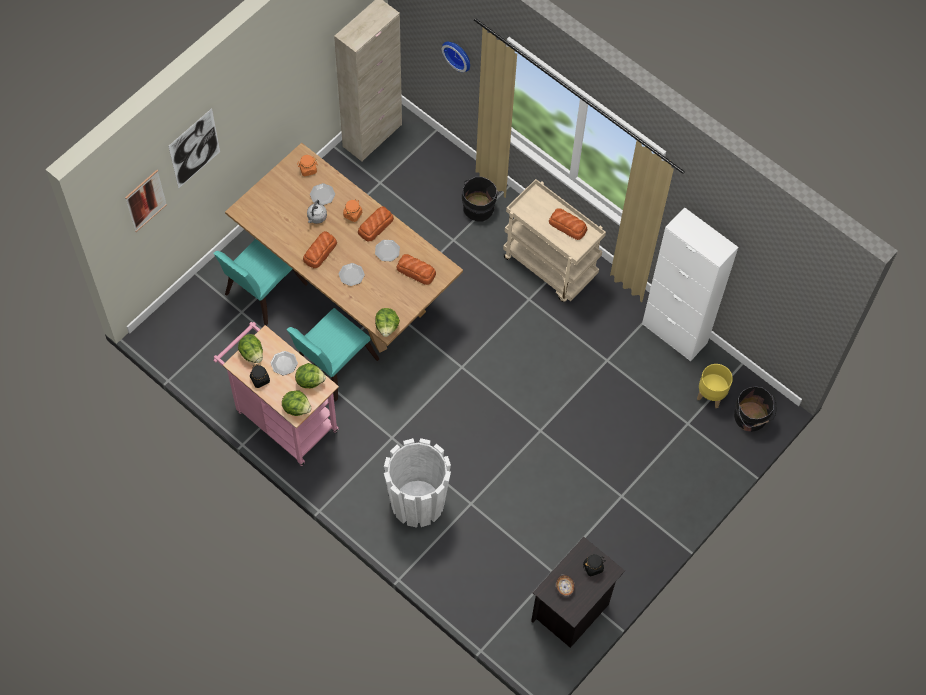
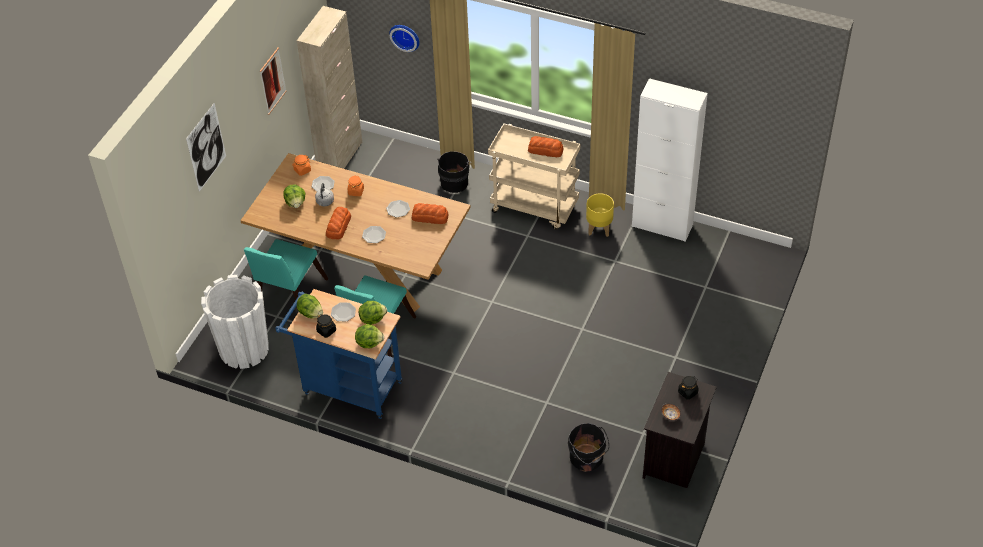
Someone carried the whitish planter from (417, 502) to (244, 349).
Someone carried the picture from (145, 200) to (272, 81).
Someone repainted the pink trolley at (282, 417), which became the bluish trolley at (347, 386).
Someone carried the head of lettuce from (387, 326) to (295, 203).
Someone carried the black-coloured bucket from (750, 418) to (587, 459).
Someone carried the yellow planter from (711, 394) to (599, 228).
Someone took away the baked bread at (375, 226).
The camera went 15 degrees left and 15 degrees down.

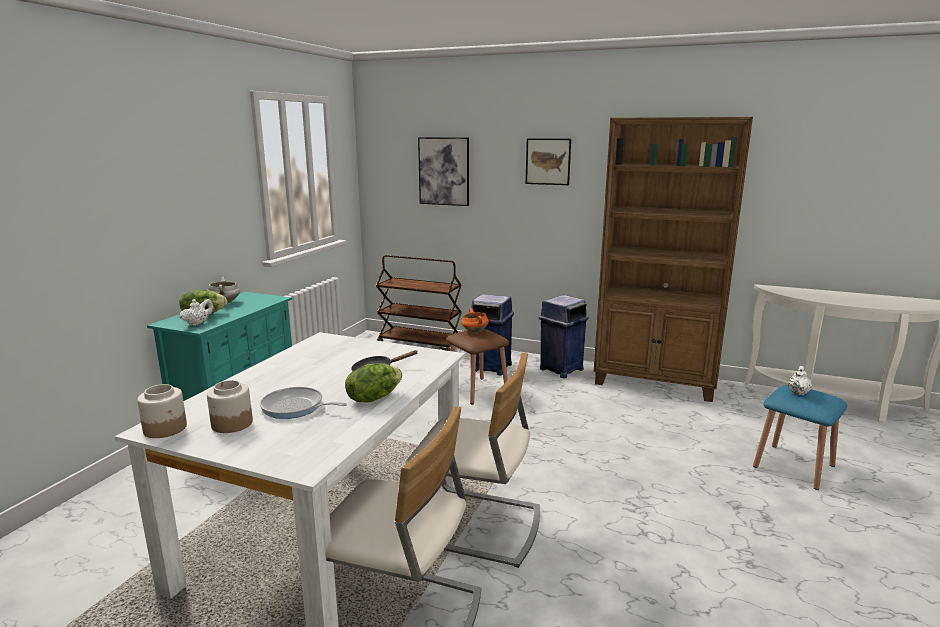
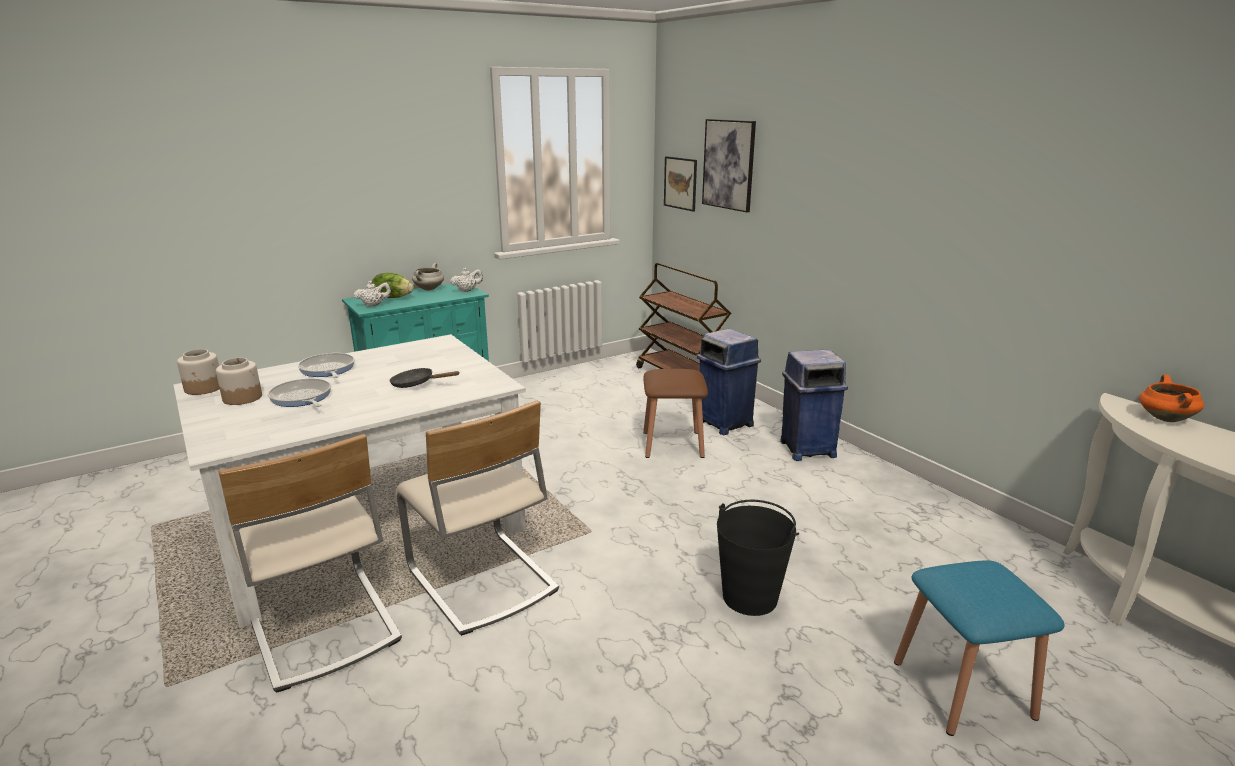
Someone put down the skillet at (327, 370).
Someone carried the whitish tea pot from (798, 392) to (467, 291).
Someone carried the picture from (548, 161) to (680, 183).
Someone put down the black-coloured bucket at (750, 597).
Someone carried the orange saucepot from (474, 331) to (1164, 418).
Someone took away the head of lettuce at (373, 398).
Someone took away the brown-coloured bookcase at (655, 383).
The camera went 35 degrees right and 5 degrees up.

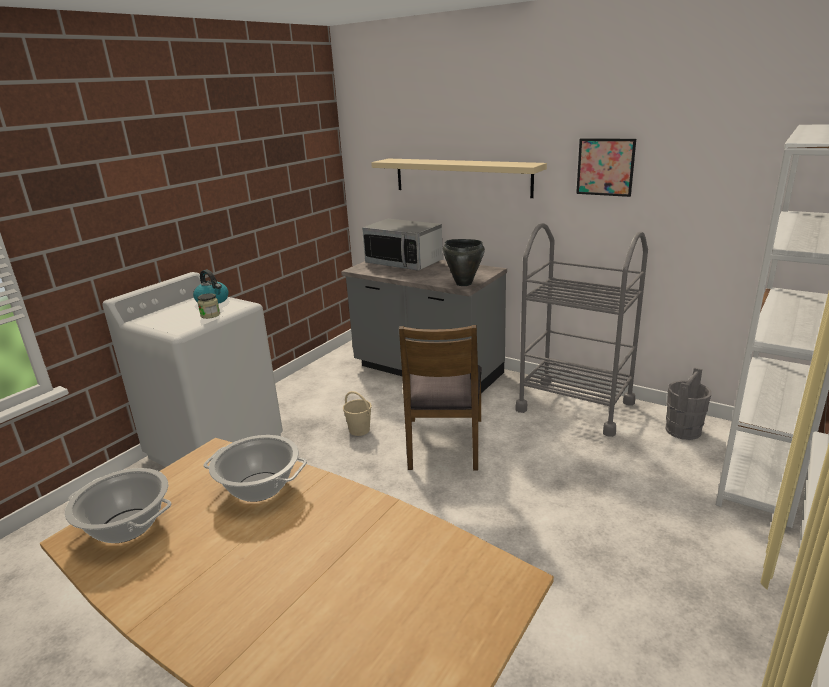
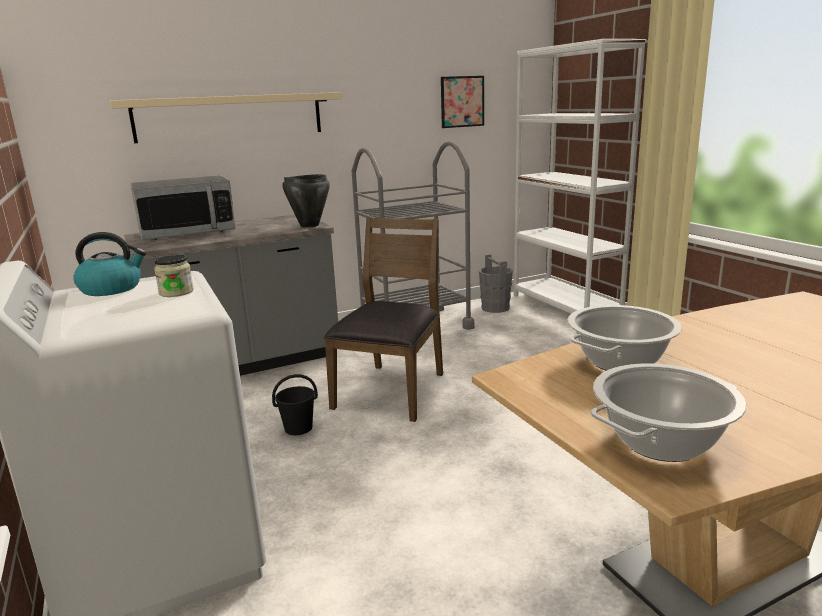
Someone repainted the beige bucket at (359, 430), which became the black-coloured bucket at (299, 428).
Someone rotated the brown-coloured plain chair at (444, 443) by 105 degrees counterclockwise.
Someone carried the picture from (605, 167) to (462, 101).
The camera went 60 degrees left and 5 degrees down.

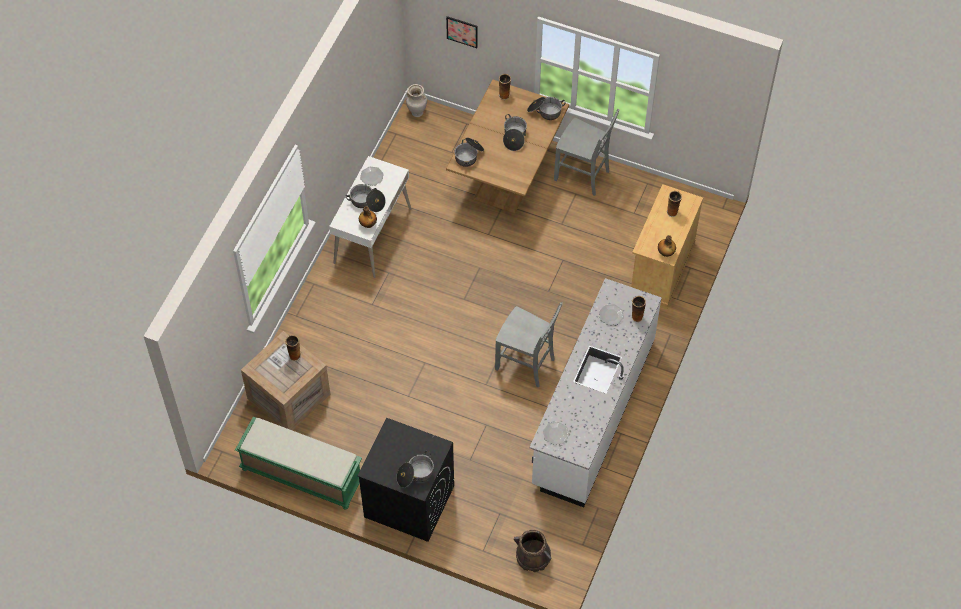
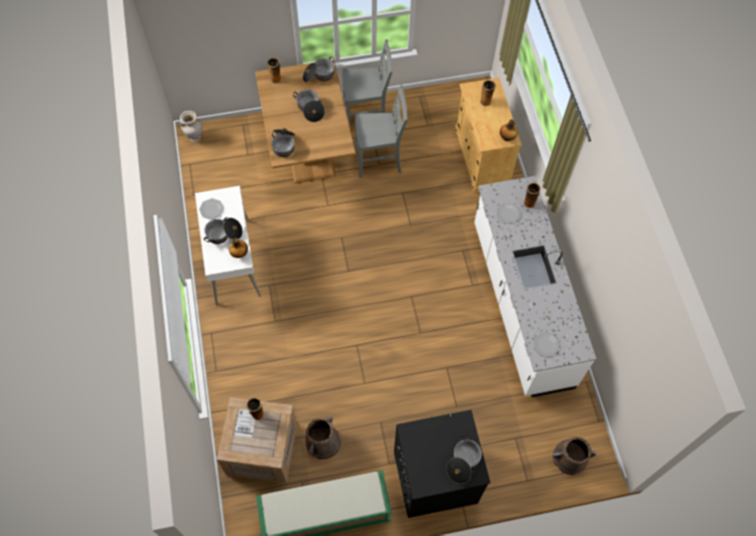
Someone put down the brown-coloured bucket at (323, 442).
Someone carried the gray plain chair from (526, 364) to (379, 161).
Someone took away the picture at (462, 31).
The camera went 35 degrees left and 5 degrees up.

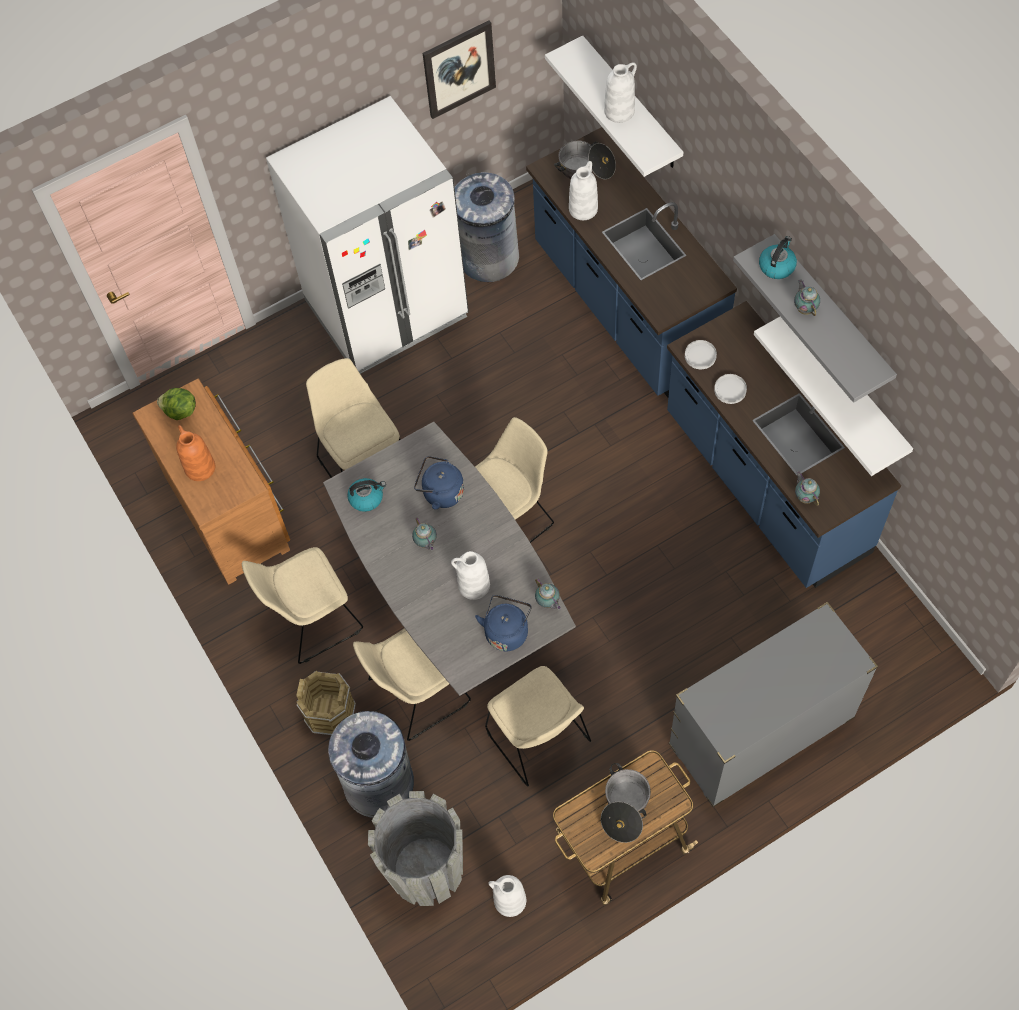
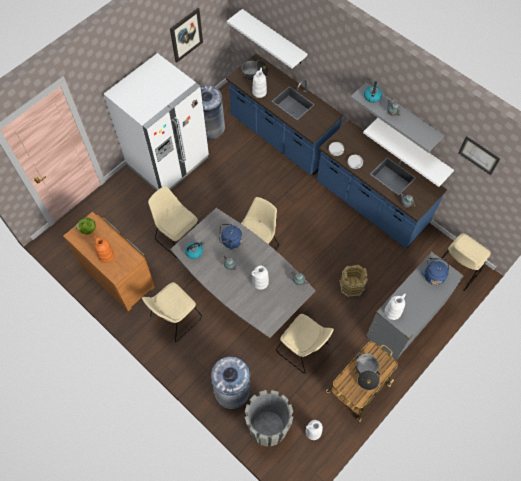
Someone carried the brown-coloured bucket from (330, 712) to (351, 285).
Someone carried the whitish decorative vase from (619, 111) to (392, 311).
Someone carried the bluish water kettle from (507, 631) to (433, 275).
Someone carried the beige plain chair from (416, 693) to (457, 269).
Someone put up the picture at (479, 155).
The camera went 20 degrees left and 0 degrees up.

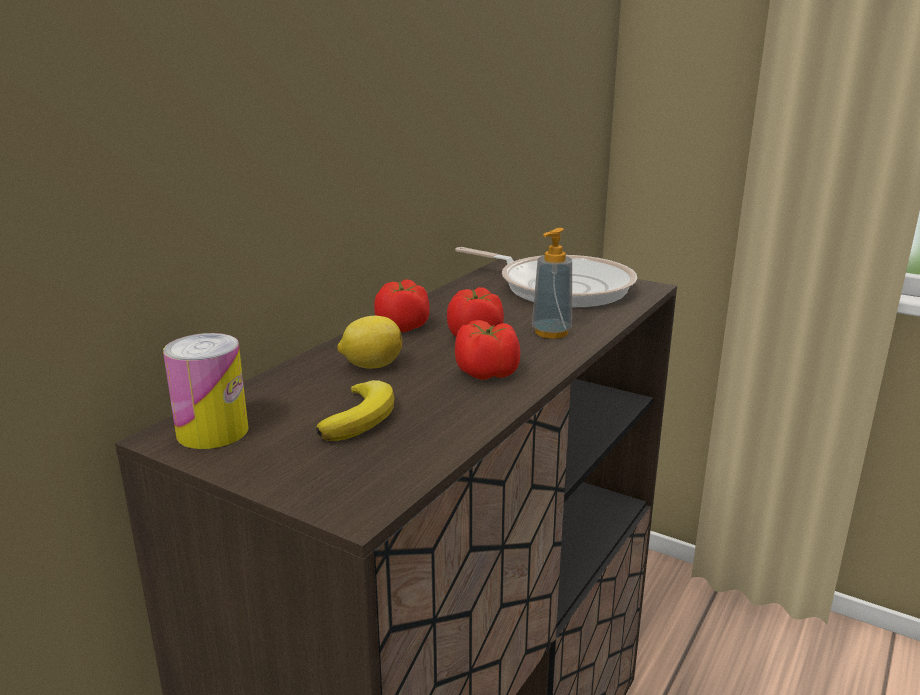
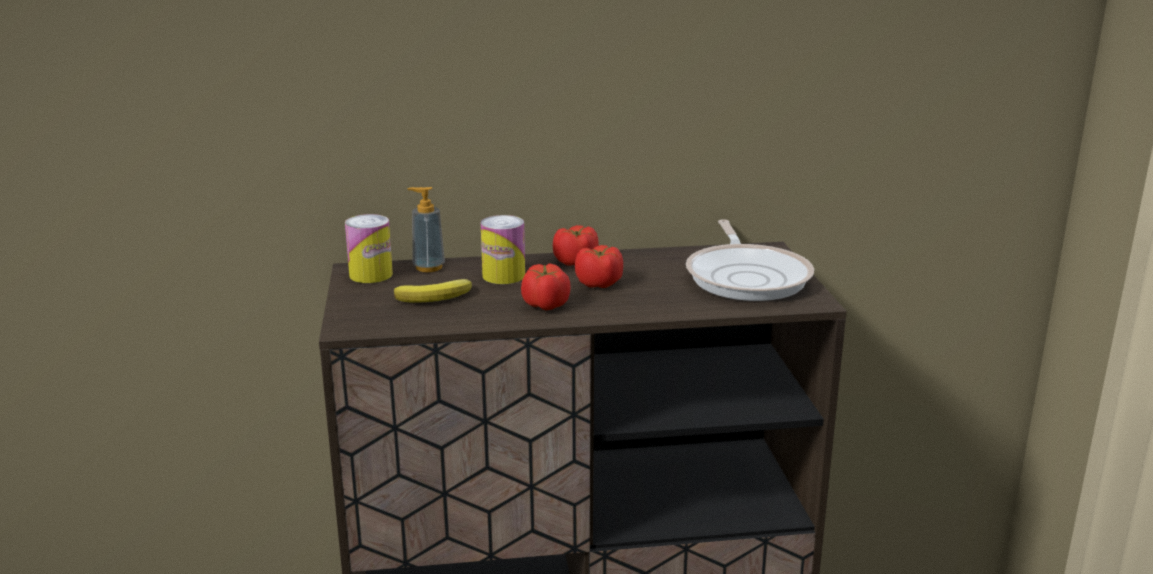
Someone carried the liquid soap bottle from (551, 332) to (428, 267).
Someone swapped the lemon at (371, 366) for the sealed can at (503, 276).
The camera went 50 degrees right and 0 degrees up.

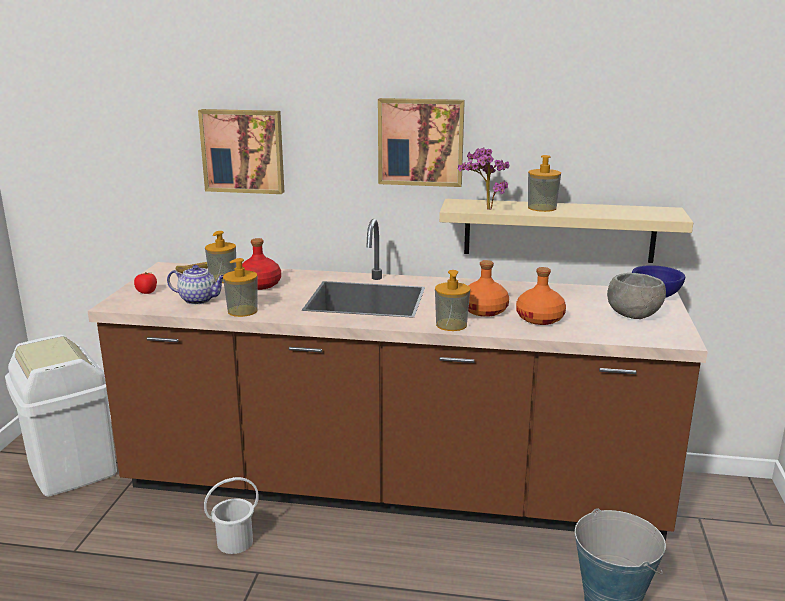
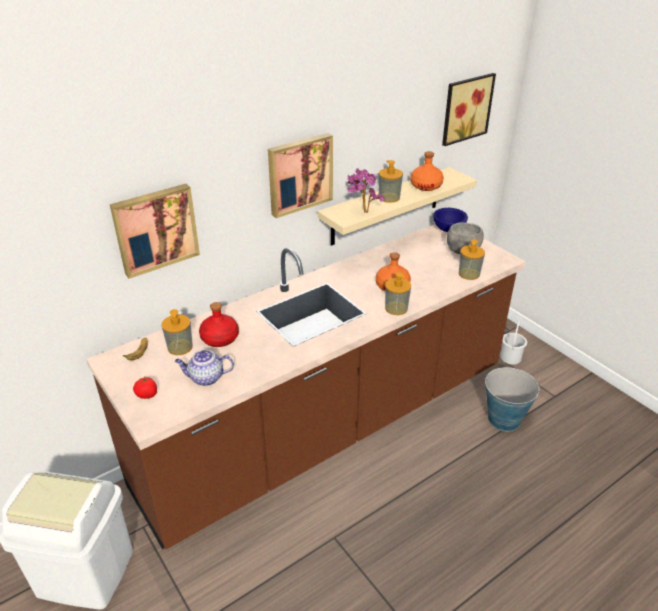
Someone rotated the tea pot at (199, 300) by 150 degrees counterclockwise.
Someone carried the orange beverage bottle from (540, 318) to (426, 186).
Someone put up the picture at (465, 108).
Someone carried the liquid soap bottle from (242, 311) to (469, 274).
Someone carried the whitish bucket from (234, 542) to (510, 357).
The camera went 45 degrees left and 15 degrees up.

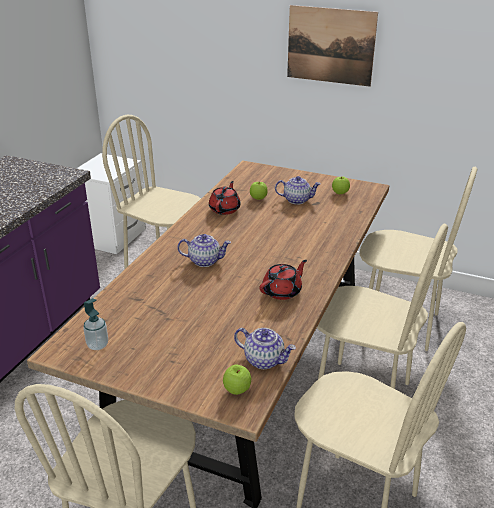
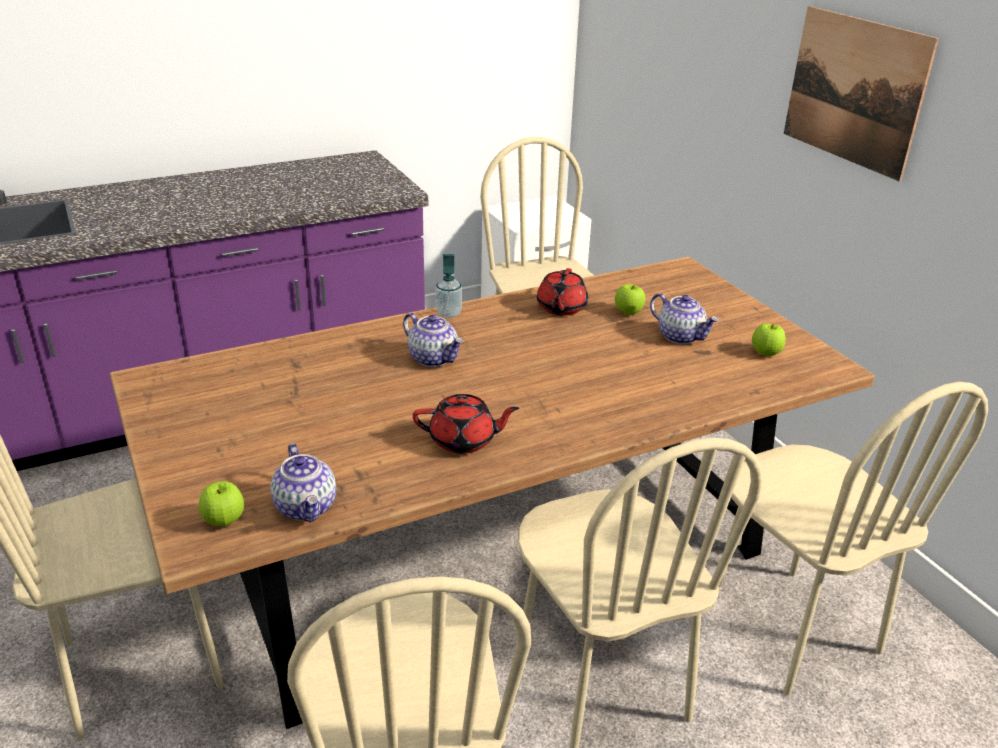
Someone carried the liquid soap bottle from (97, 345) to (448, 313).
Someone rotated the reddish tea pot at (225, 209) by 135 degrees clockwise.
The camera went 40 degrees right and 0 degrees up.

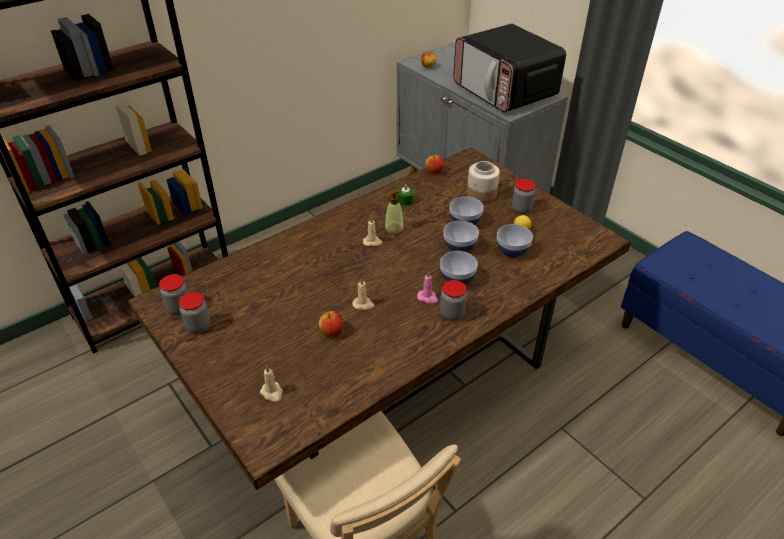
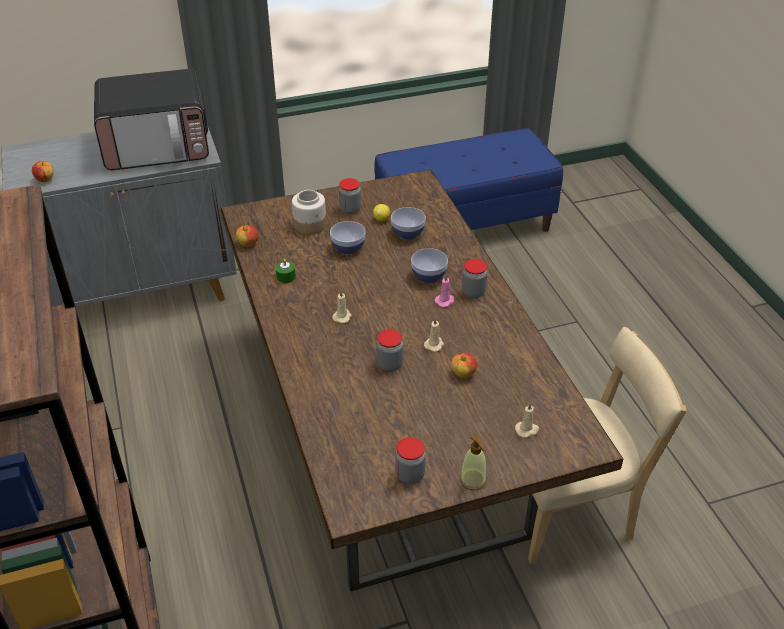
Someone carried the jar from (179, 308) to (389, 365).
Someone carried the liquid soap bottle from (394, 229) to (473, 480).
Someone took away the serving bowl at (459, 247).
The camera went 70 degrees left and 0 degrees up.

